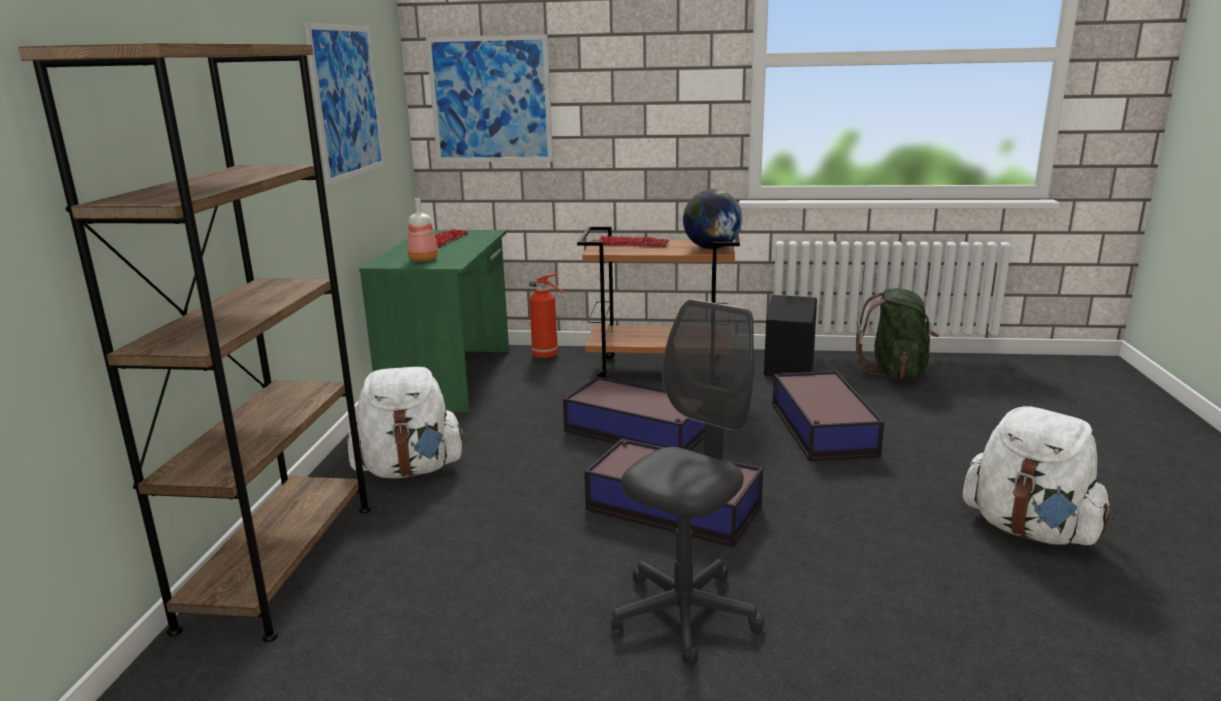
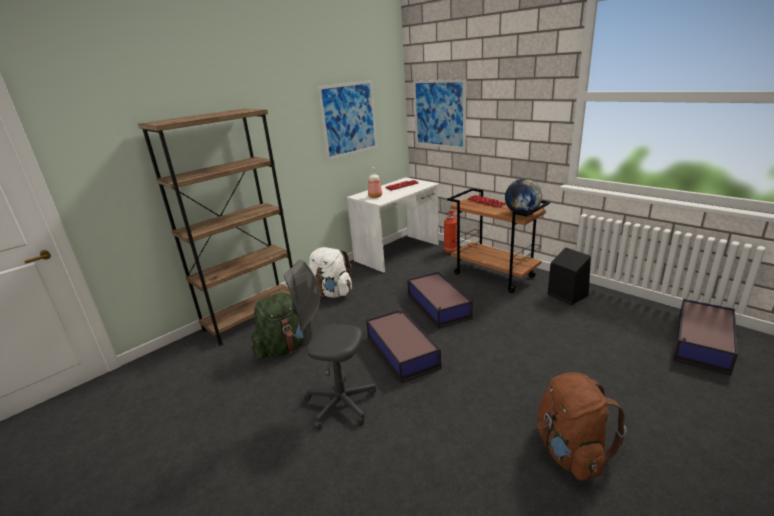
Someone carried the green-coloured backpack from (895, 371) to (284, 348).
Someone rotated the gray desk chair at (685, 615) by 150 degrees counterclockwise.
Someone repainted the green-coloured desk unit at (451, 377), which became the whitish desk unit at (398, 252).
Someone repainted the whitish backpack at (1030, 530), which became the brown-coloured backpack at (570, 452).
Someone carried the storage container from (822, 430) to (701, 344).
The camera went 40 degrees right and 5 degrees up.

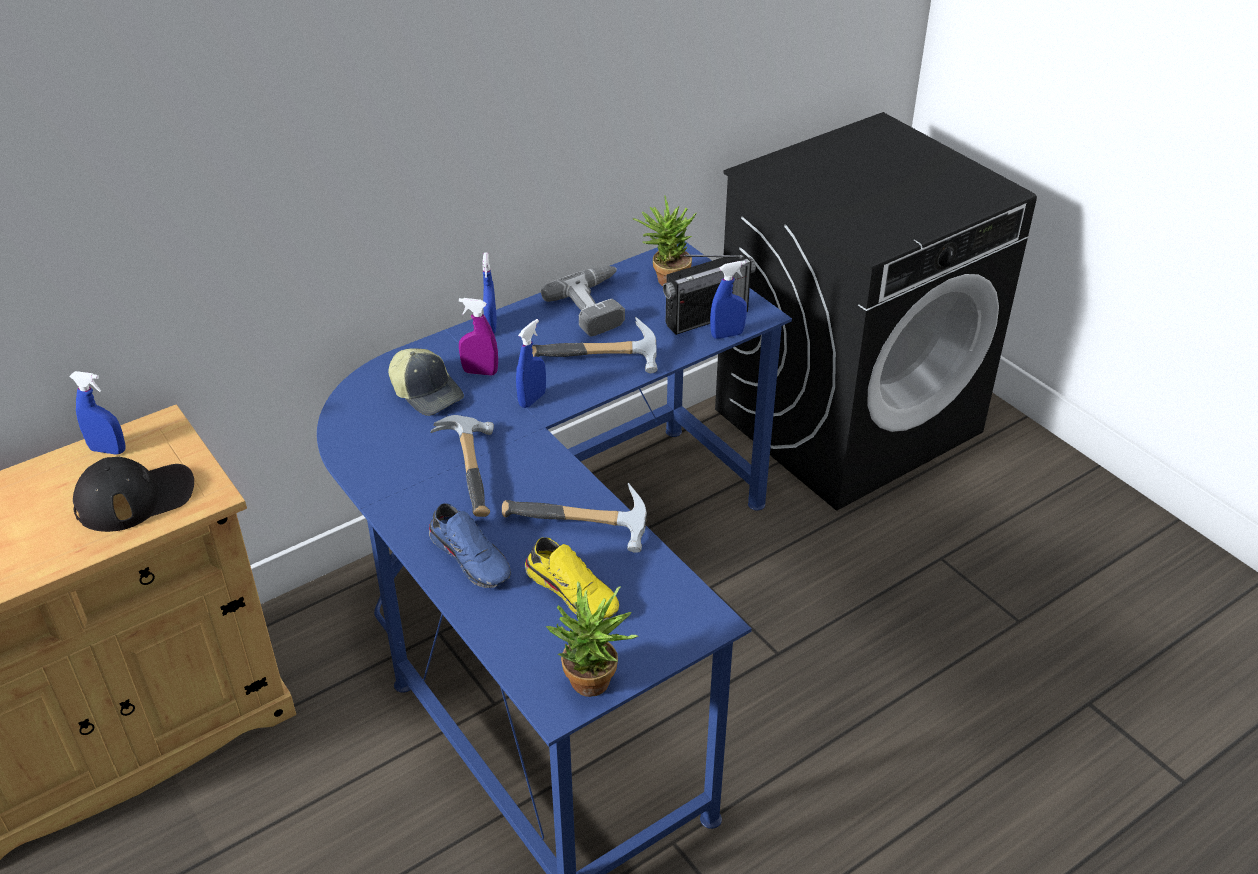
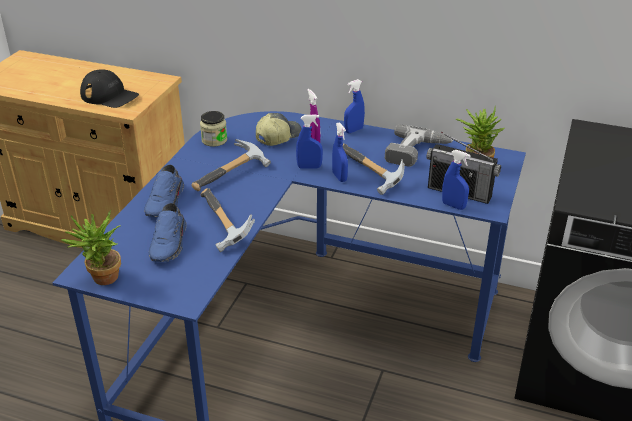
Someone repainted the yellow shoe at (574, 591), which became the bluish shoe at (170, 243).
Someone put down the jar at (214, 140).
Someone rotated the baseball cap at (427, 392) by 150 degrees counterclockwise.
Someone carried the bluish spray bottle from (108, 450) to (339, 177).
The camera went 55 degrees right and 5 degrees down.

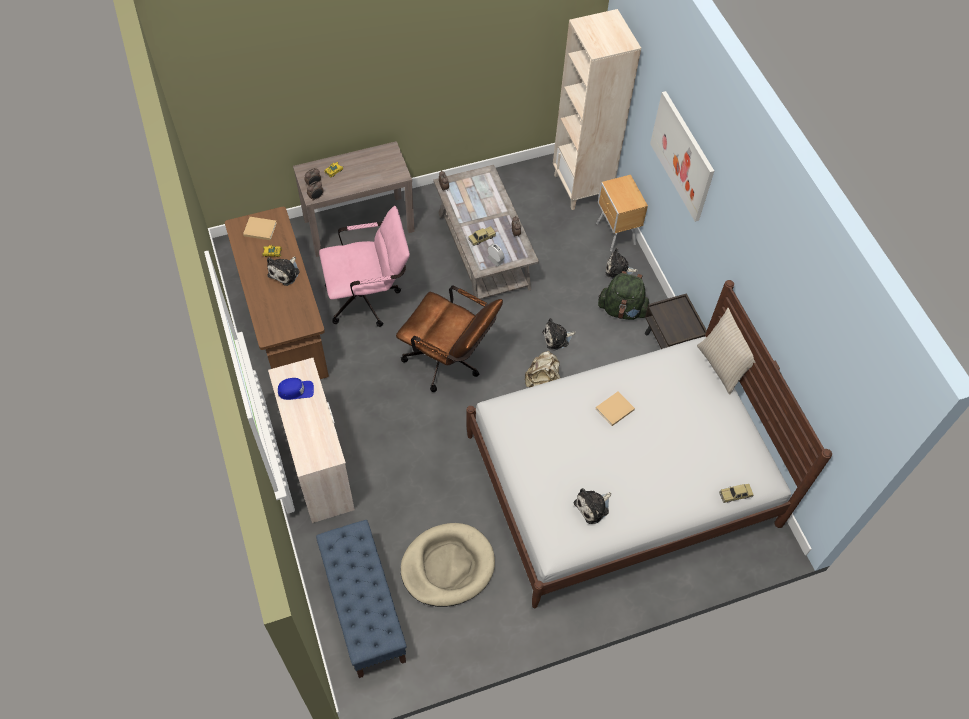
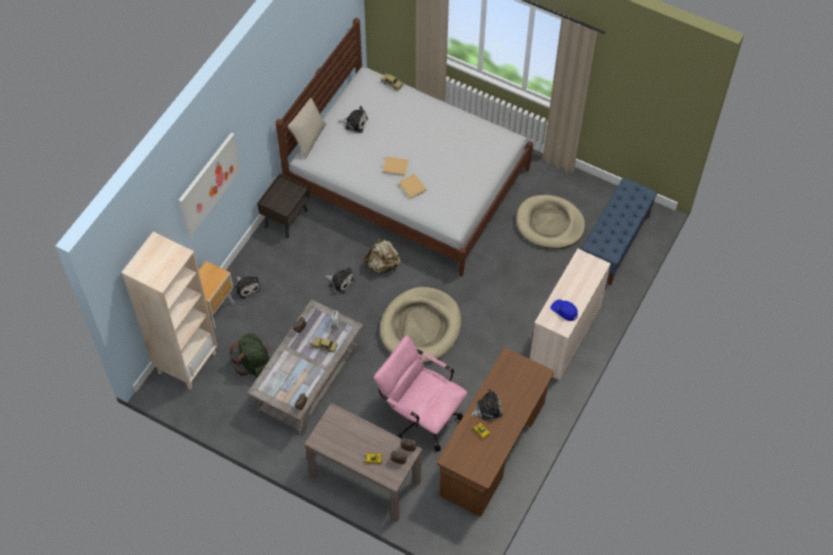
Someone carried the green-coloured backpack from (622, 310) to (254, 364).
Someone carried the plush toy from (593, 507) to (355, 123).
Someone swapped the brown-coloured desk chair at (449, 362) for the beige dog bed at (421, 327).
Someone carried the beige book from (259, 229) to (412, 187).
The camera went 130 degrees left and 0 degrees up.

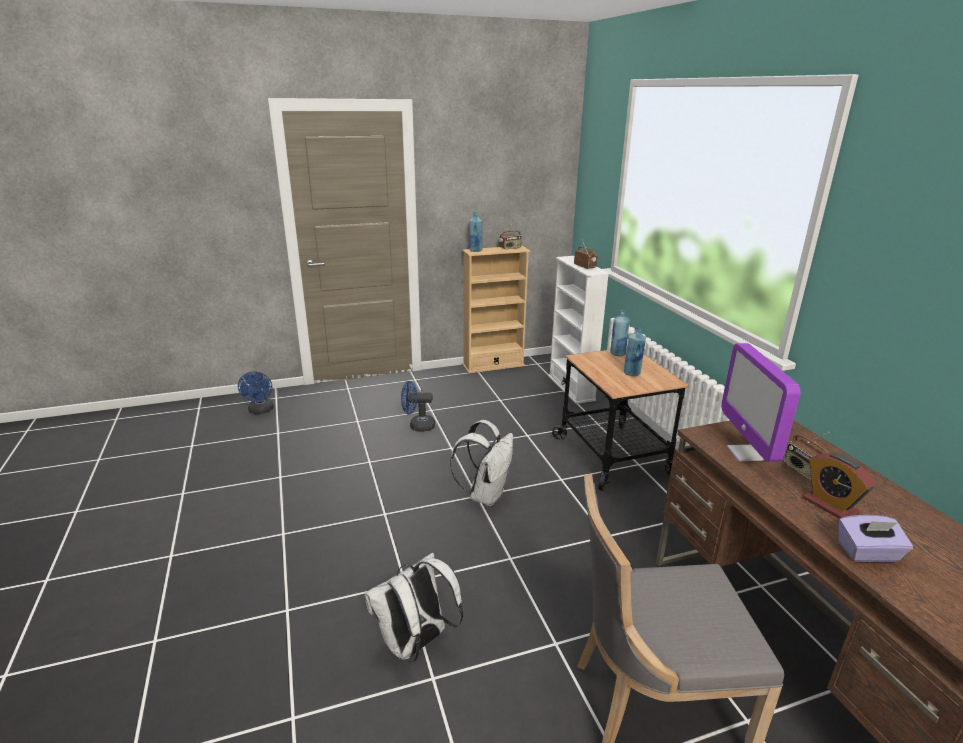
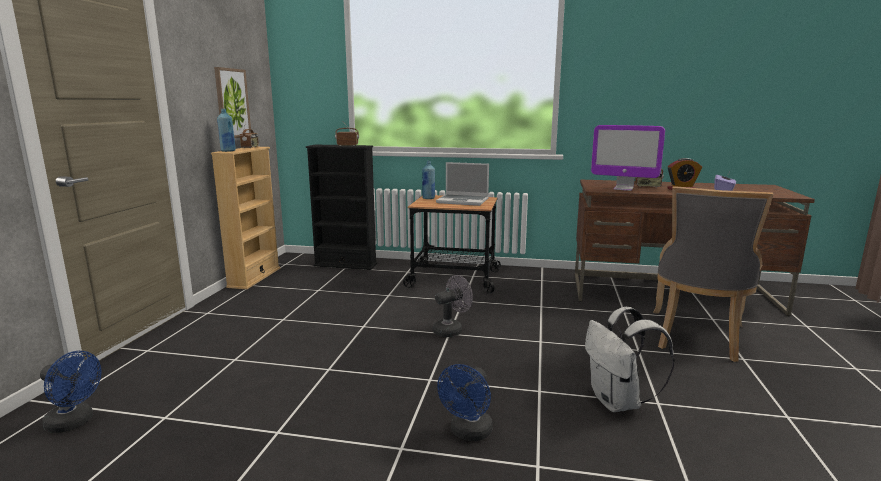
Someone put up the picture at (232, 103).
Someone repainted the whitish bookcase at (571, 388), which became the black-coloured bookcase at (345, 265).
Someone swapped the whitish backpack at (485, 494) for the gray cooling fan at (451, 330).
Someone swapped the bluish beverage bottle at (632, 373) for the notebook computer at (463, 201).
Someone carried the bluish cooling fan from (418, 426) to (468, 433).
The camera went 60 degrees left and 10 degrees down.

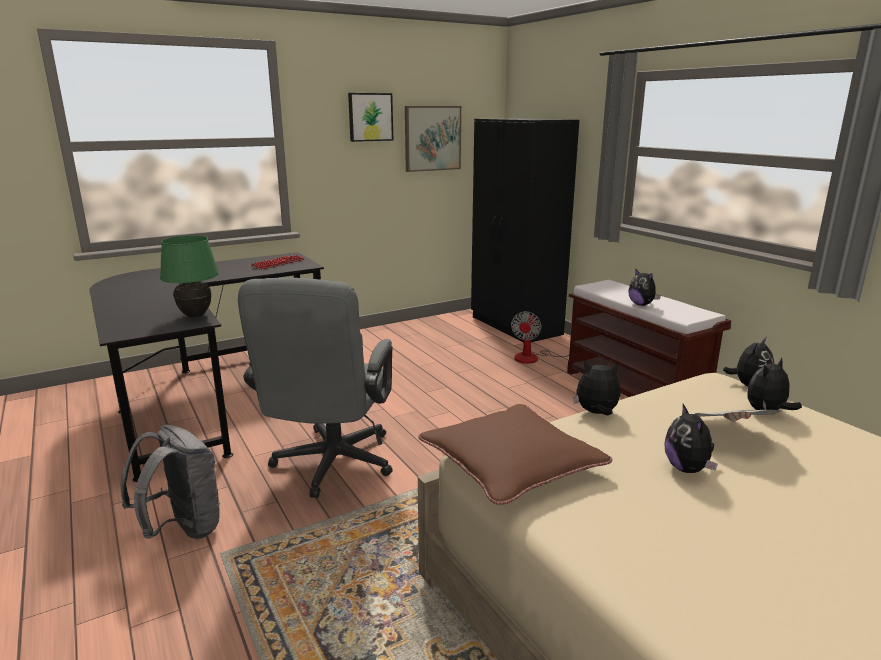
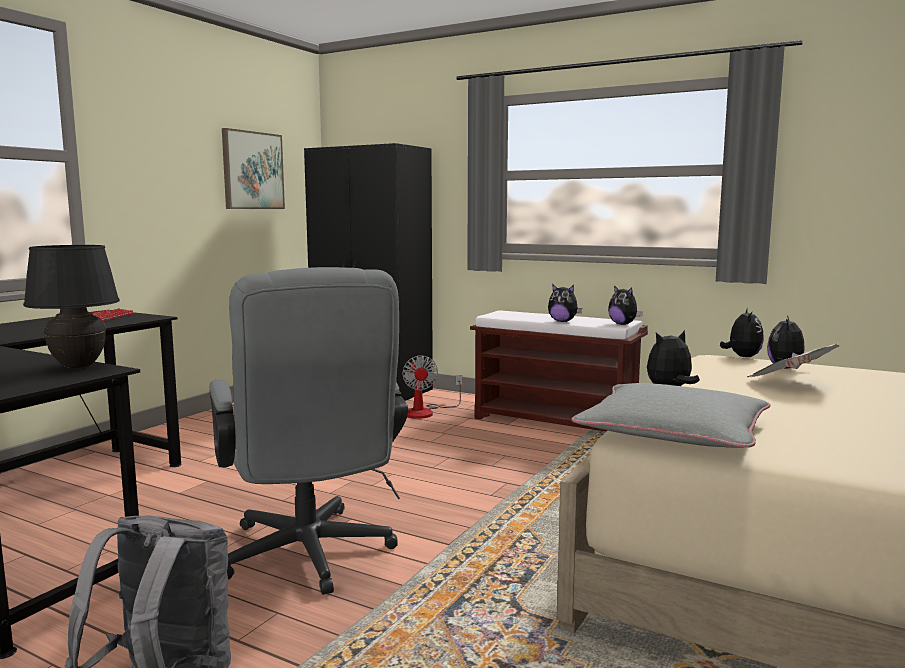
Someone repainted the green-coloured tabletop lamp at (195, 315), which became the black-coloured tabletop lamp at (78, 366).
Someone repainted the brown-coloured pillow at (511, 463), which became the gray pillow at (673, 431).
Someone carried the plush toy from (687, 469) to (623, 324).
Someone took away the picture at (370, 117).
The camera went 30 degrees left and 10 degrees down.

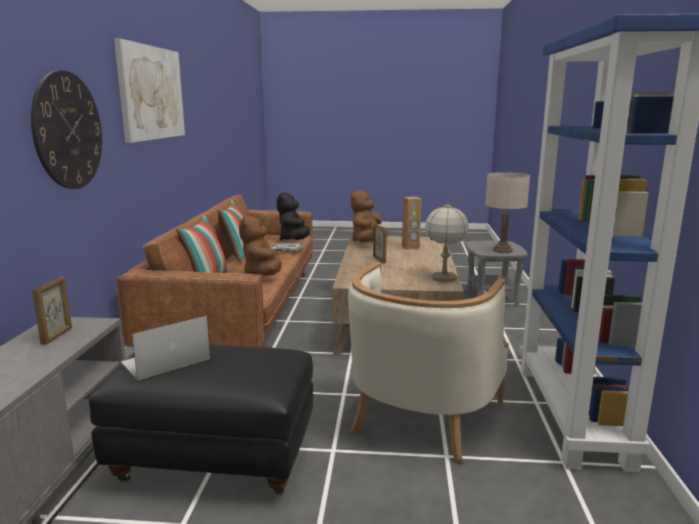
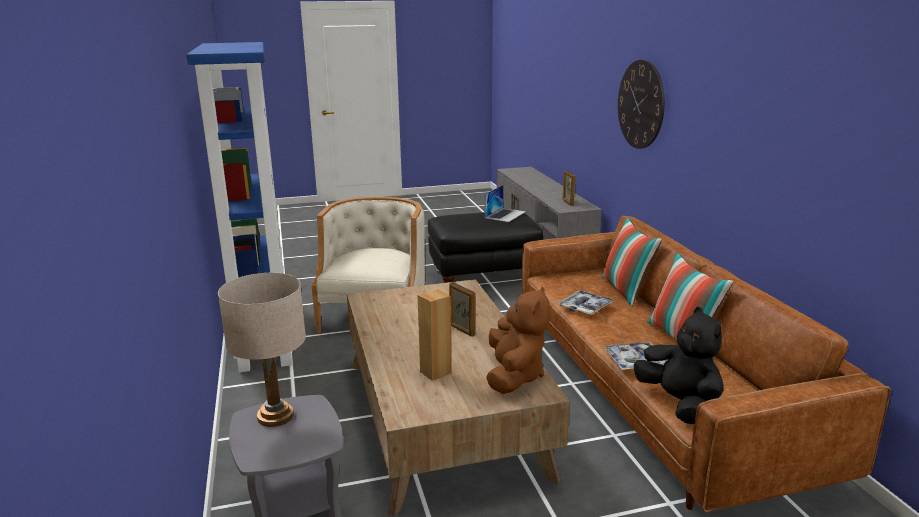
Someone swapped the brown-coloured plush toy at (263, 274) for the tray at (585, 307).
Someone took away the picture at (151, 93).
Someone took away the tabletop lamp at (444, 278).
The camera went 160 degrees right and 5 degrees up.

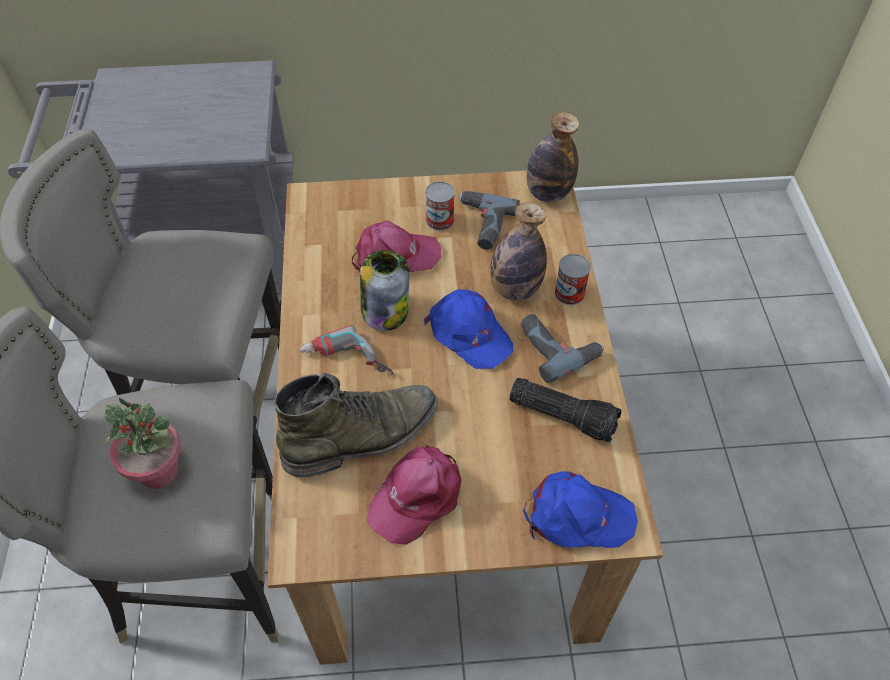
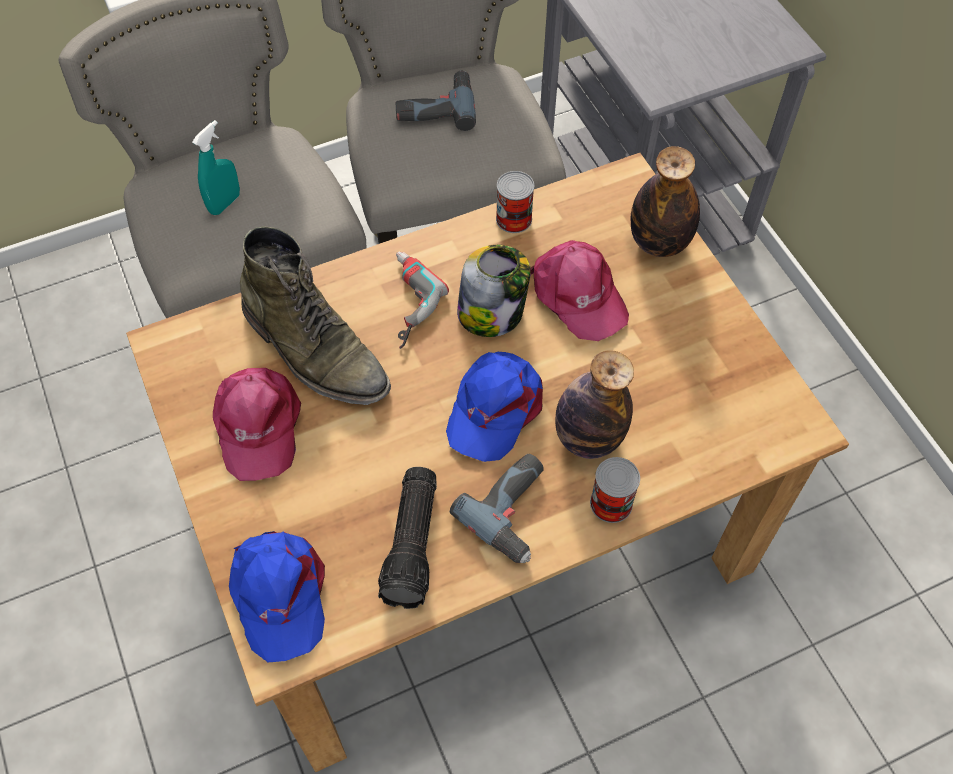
Someone swapped the potted plant at (159, 471) for the turquoise spray bottle at (225, 203).
Someone rotated the pink baseball cap at (417, 496) by 120 degrees counterclockwise.
Someone carried the power drill from (481, 224) to (435, 106).
Someone carried the sealed can from (440, 220) to (514, 219).
Someone carried the beverage bottle from (548, 193) to (659, 243).
The camera went 70 degrees right and 5 degrees up.

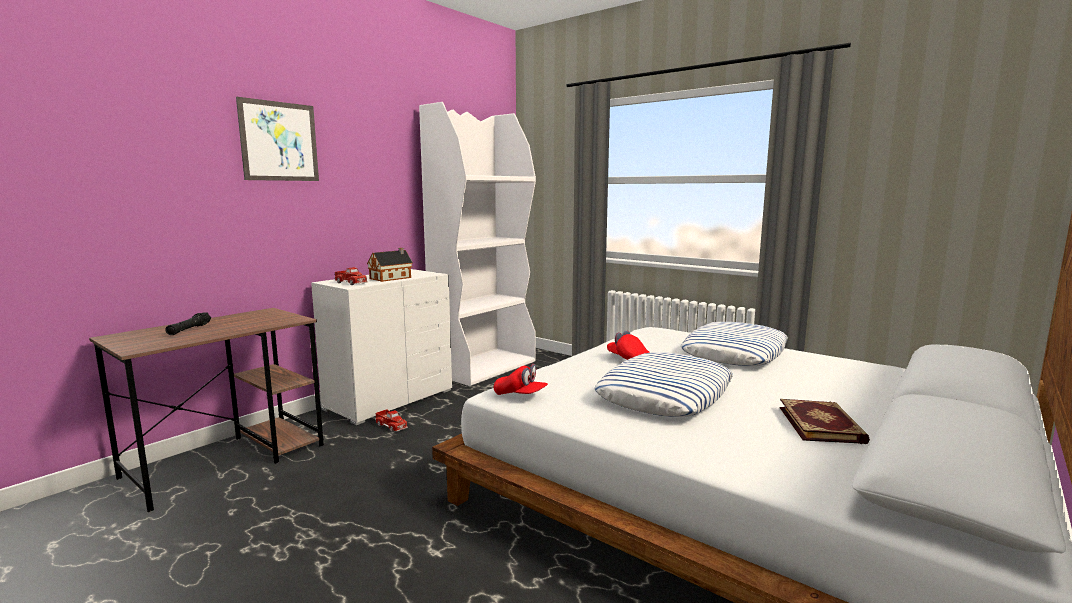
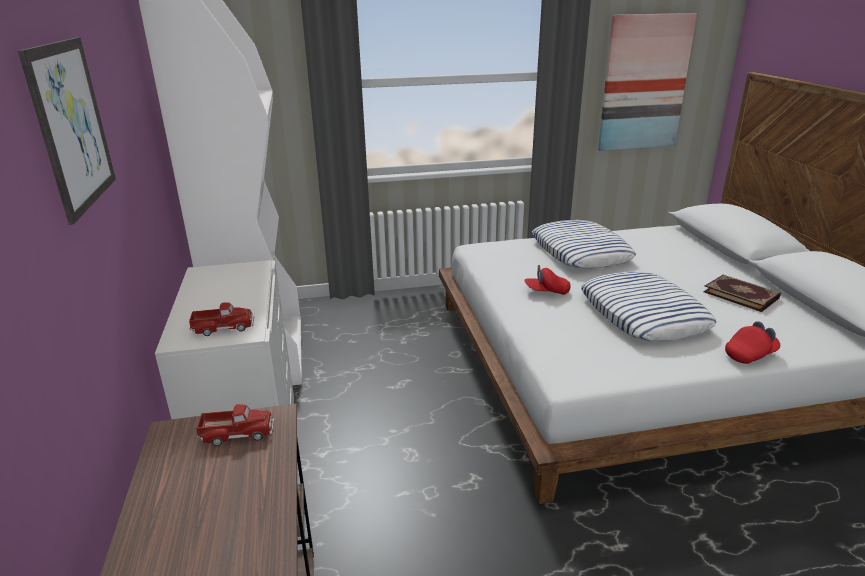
Someone carried the toy lorry from (391, 426) to (237, 433).
Someone put up the picture at (644, 83).
Someone carried the reddish baseball cap from (520, 395) to (750, 354).
Someone took away the black-coloured flashlight at (189, 329).
Someone took away the miniature house at (392, 278).
The camera went 50 degrees left and 15 degrees up.

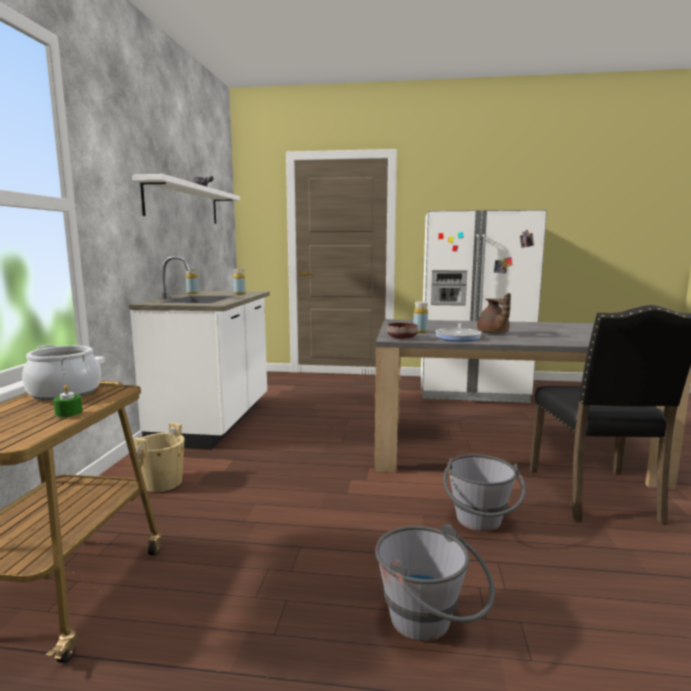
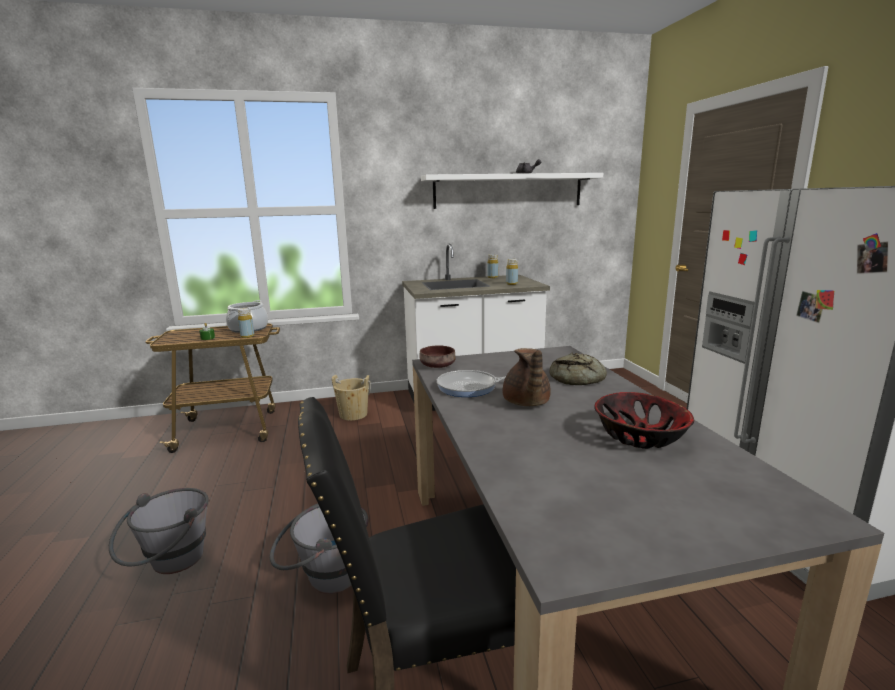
Someone carried the yellow beverage bottle from (420, 331) to (247, 336).
Someone rotated the brown-coloured tea pot at (493, 333) by 60 degrees counterclockwise.
Someone put down the baked bread at (578, 378).
Someone put down the serving bowl at (640, 436).
The camera went 70 degrees right and 5 degrees up.

